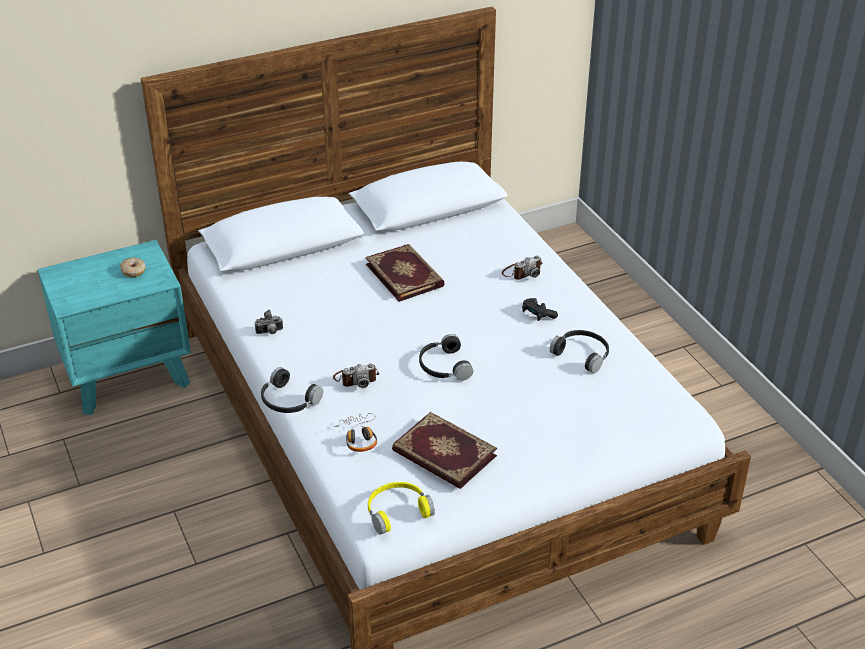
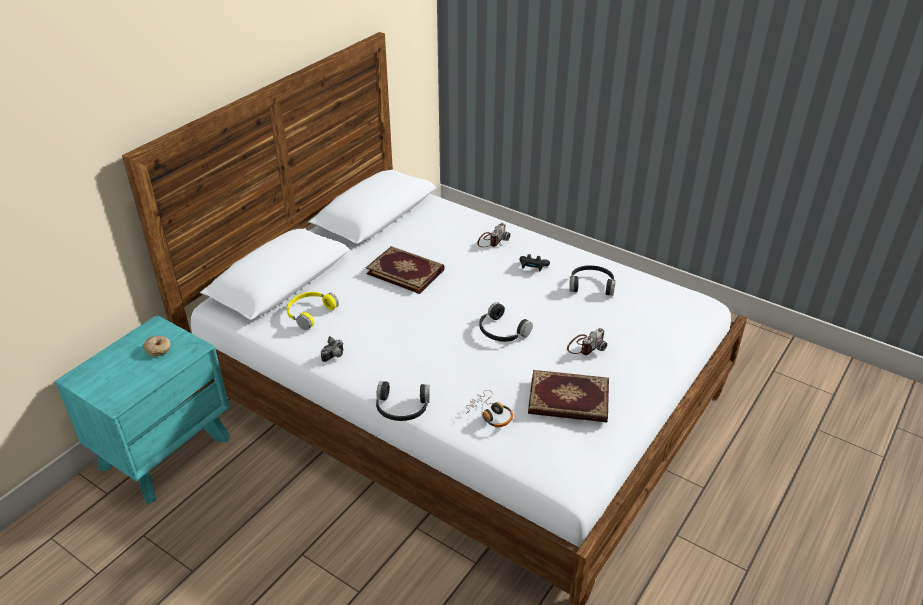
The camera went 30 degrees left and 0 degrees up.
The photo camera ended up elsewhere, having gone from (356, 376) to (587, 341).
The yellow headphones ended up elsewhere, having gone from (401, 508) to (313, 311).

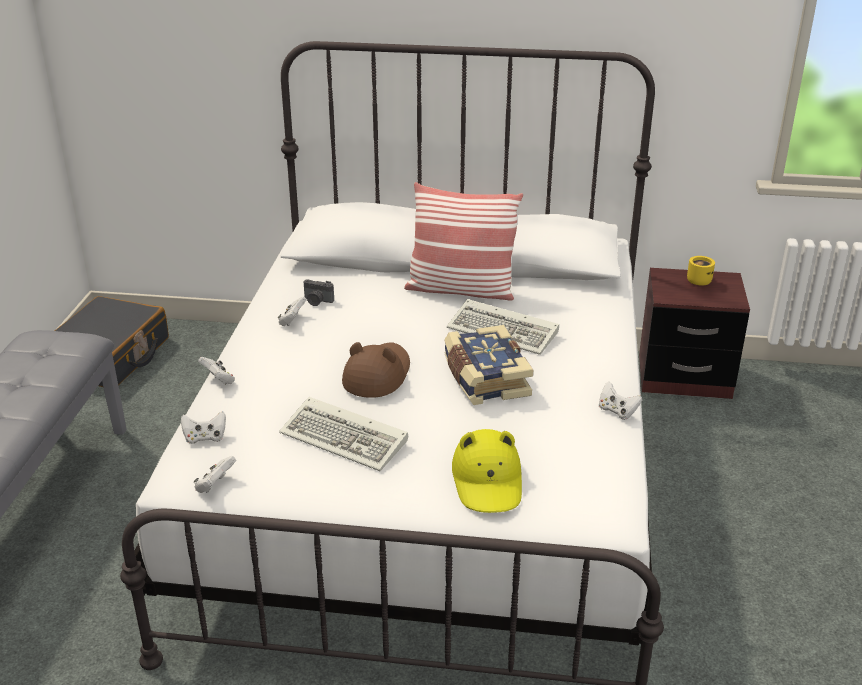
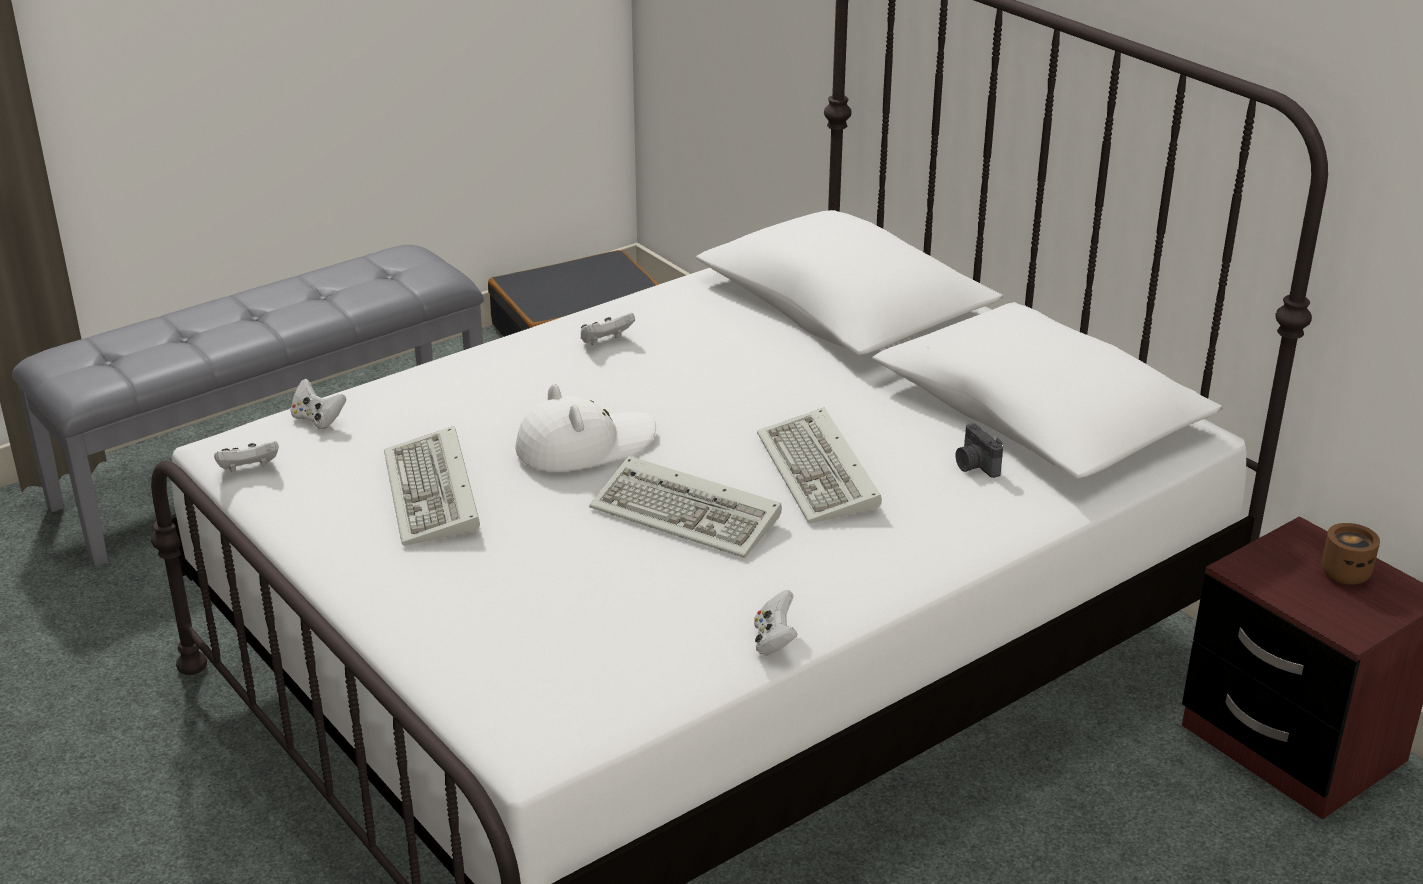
The camera went 45 degrees right and 0 degrees up.
The second view lost the white game controller at (216, 371).
The photo camera ended up elsewhere, having gone from (319, 292) to (979, 450).
What was the brown hat at (376, 370) turned into the white hat at (585, 428).
The second view lost the pillow at (463, 241).
Where the book stood at (488, 365), the keyboard came to stand at (685, 507).
The second view lost the yellow hat at (487, 471).
What was the yellow mug at (701, 271) turned into the brown mug at (1351, 554).

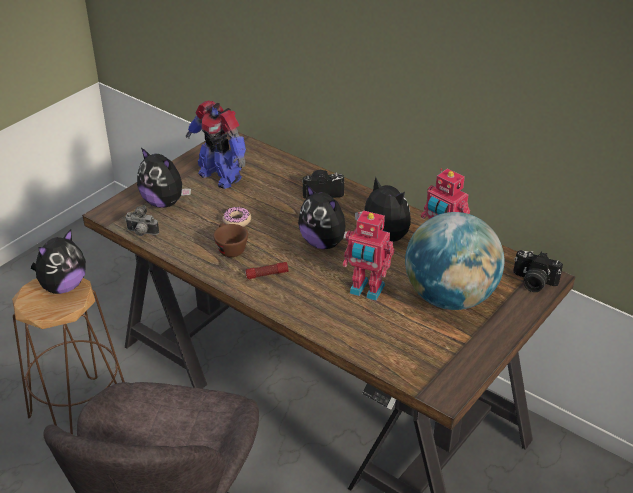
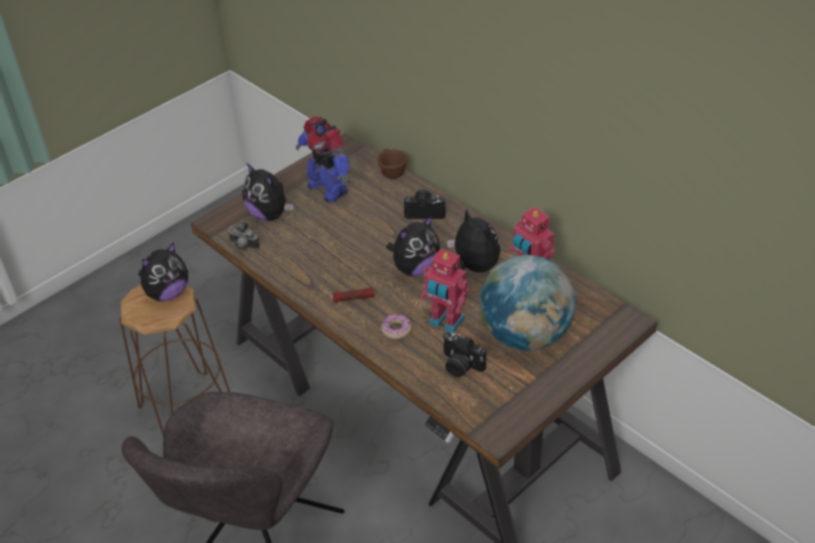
The camera went 10 degrees right and 5 degrees up.
The brown cup ended up elsewhere, having gone from (230, 240) to (392, 163).
The donut ended up elsewhere, having gone from (237, 217) to (396, 326).
The plush toy at (322, 217) ended up facing another way, 90 degrees counterclockwise from before.
The photo camera ended up elsewhere, having gone from (538, 271) to (464, 355).

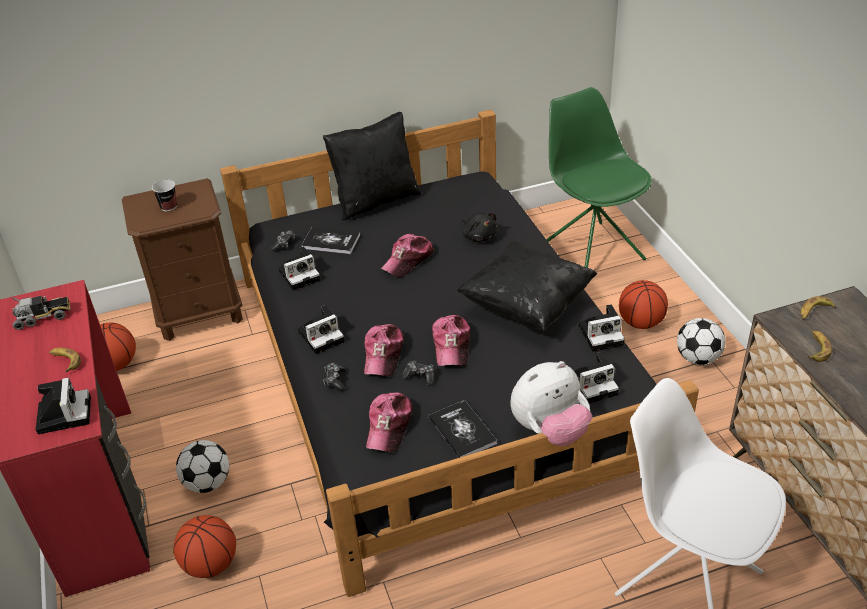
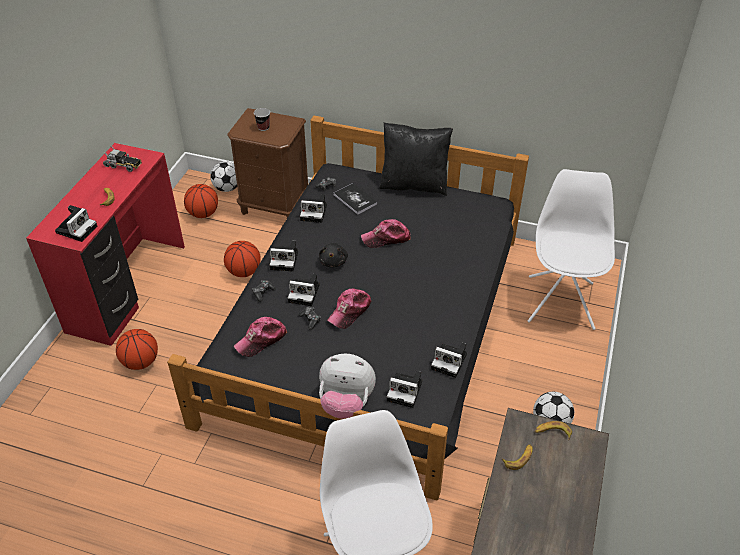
The camera went 35 degrees right and 5 degrees up.
The football ended up elsewhere, having gone from (202, 466) to (223, 176).
Where the cap stood at (384, 350), the photo camera came to stand at (303, 290).
The second view lost the book at (463, 429).
The second view lost the black pillow at (527, 286).
The black plush toy ended up elsewhere, having gone from (480, 227) to (333, 255).
What was the green chair at (599, 177) turned into the white chair at (571, 249).
The basketball ended up elsewhere, having gone from (643, 304) to (242, 259).

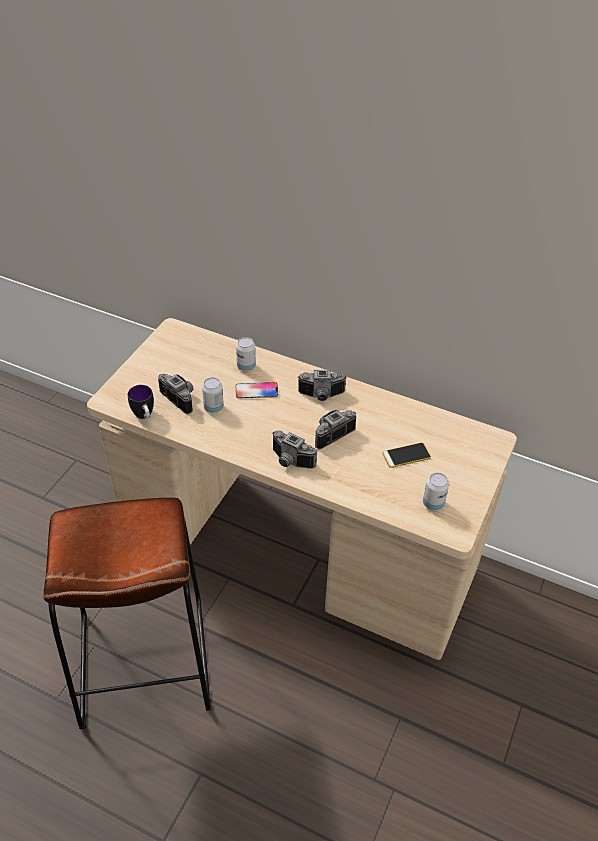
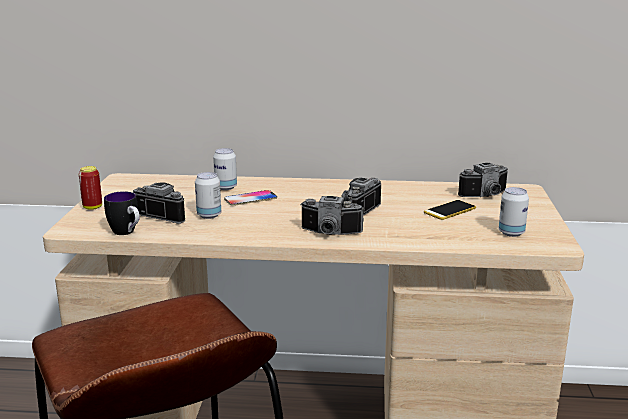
The camera went 20 degrees left and 25 degrees down.
The photo camera ended up elsewhere, having gone from (322, 385) to (483, 180).
The second view gained the can at (90, 188).

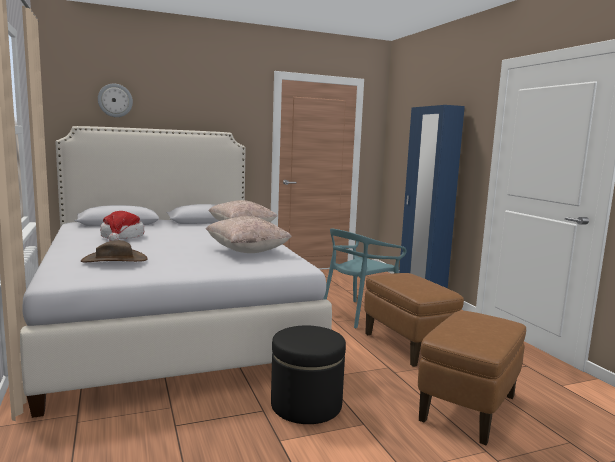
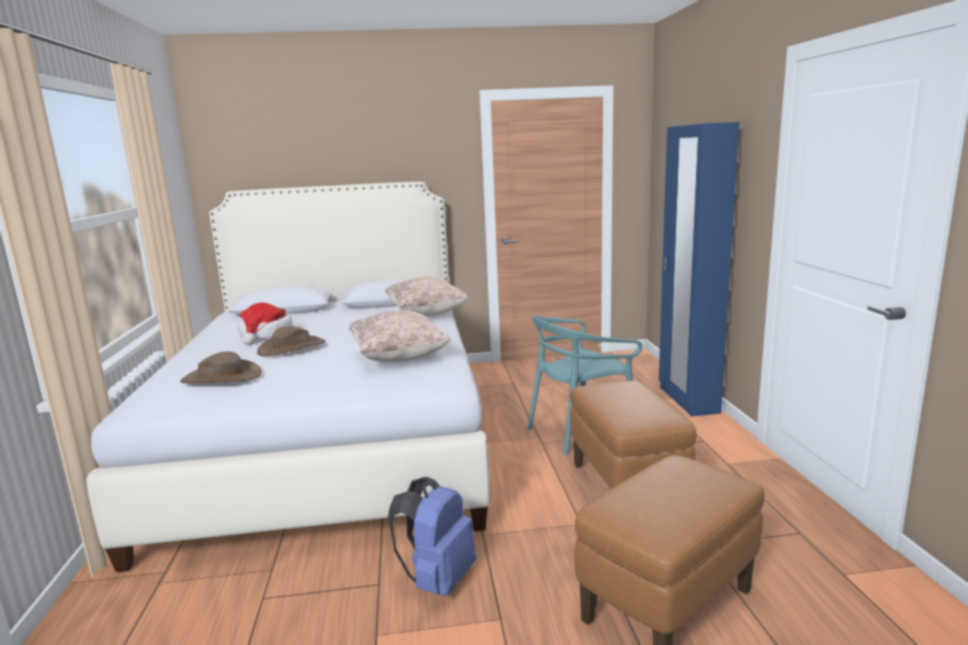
The camera went 15 degrees right and 5 degrees up.
The second view lost the wall clock at (115, 100).
Where the black ottoman stood at (308, 375), the blue backpack came to stand at (432, 536).
The second view gained the brown hat at (291, 341).

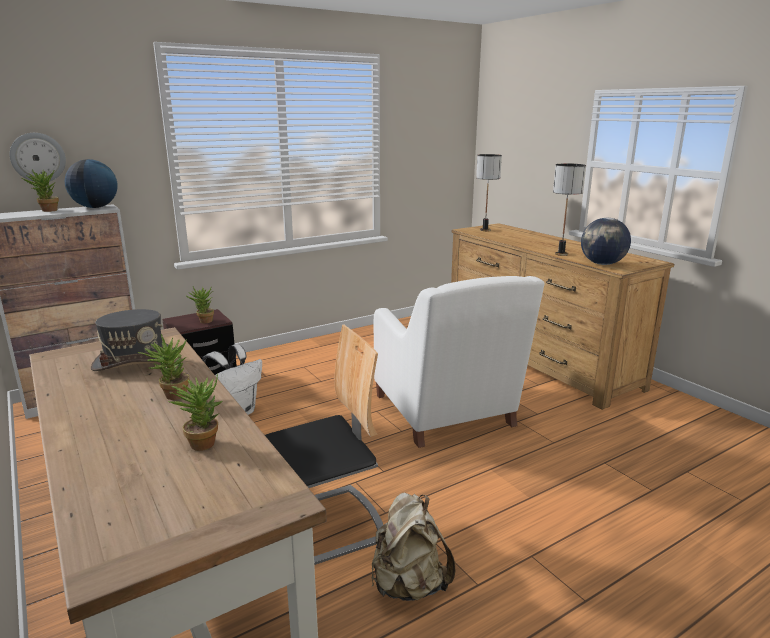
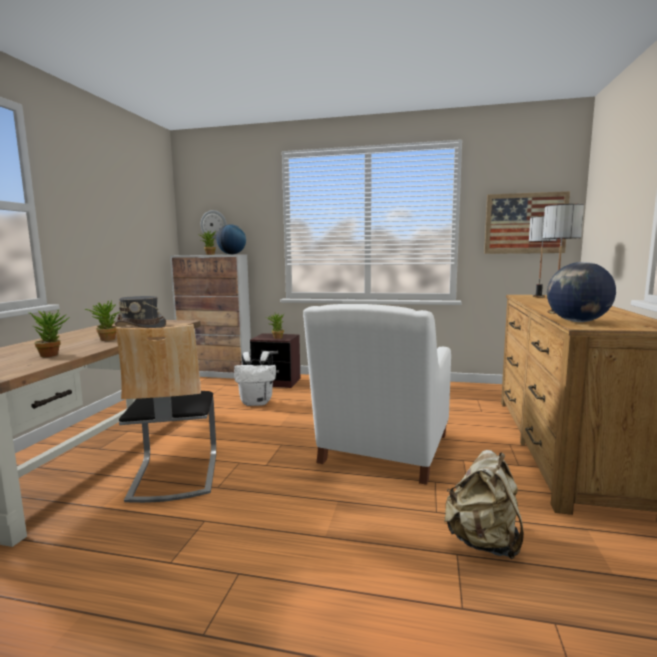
The camera went 45 degrees right and 10 degrees down.
The chair at (324, 445) ended up facing another way, 60 degrees clockwise from before.
The beige backpack ended up elsewhere, having gone from (413, 546) to (484, 504).
The second view gained the picture at (527, 222).

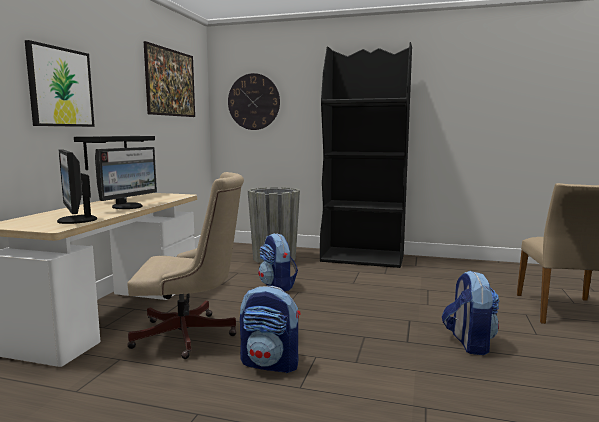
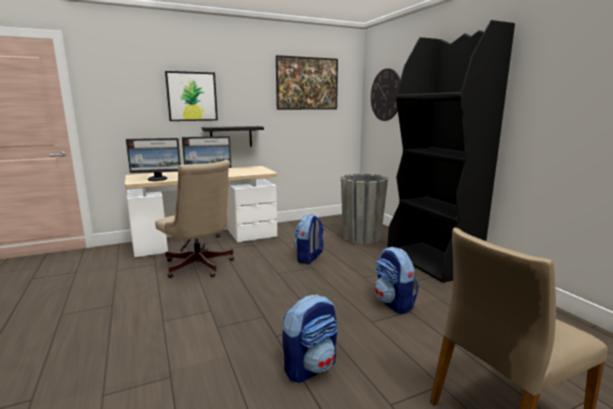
The camera went 50 degrees right and 5 degrees up.
The monitor at (77, 187) ended up facing another way, 120 degrees counterclockwise from before.
The backpack ended up elsewhere, having gone from (270, 329) to (397, 280).

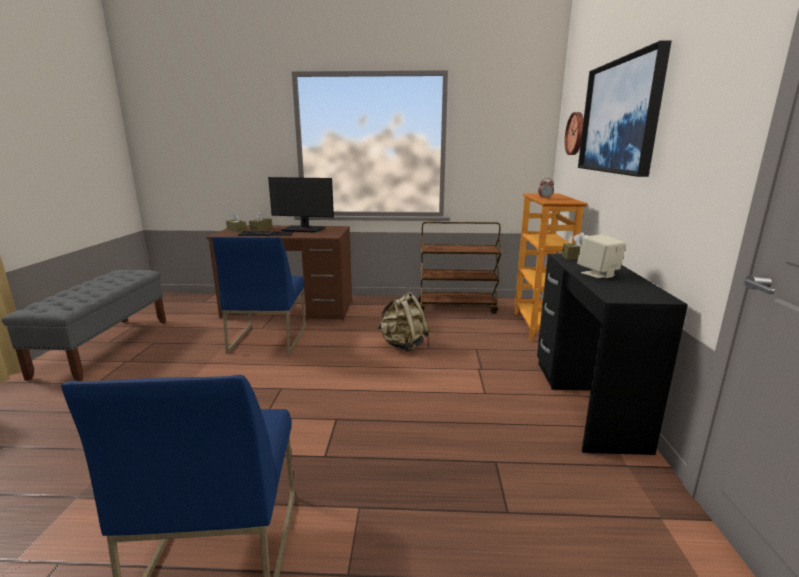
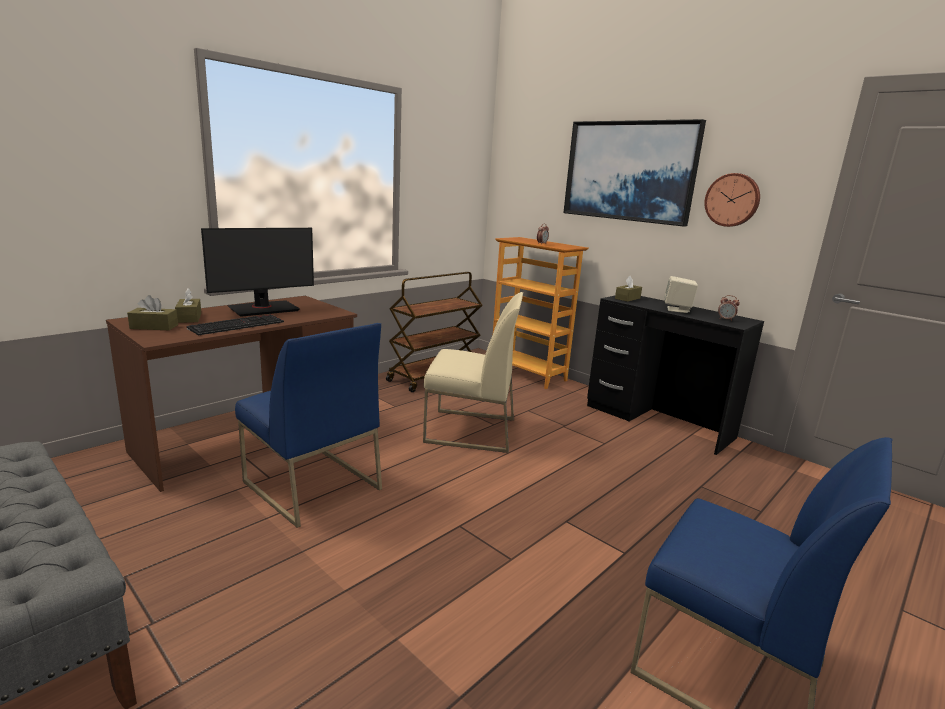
The camera went 50 degrees left and 0 degrees up.
Where the beige backpack stood at (404, 322), the beige chair came to stand at (473, 372).
The wall clock ended up elsewhere, having gone from (574, 133) to (732, 200).
The second view gained the alarm clock at (729, 308).

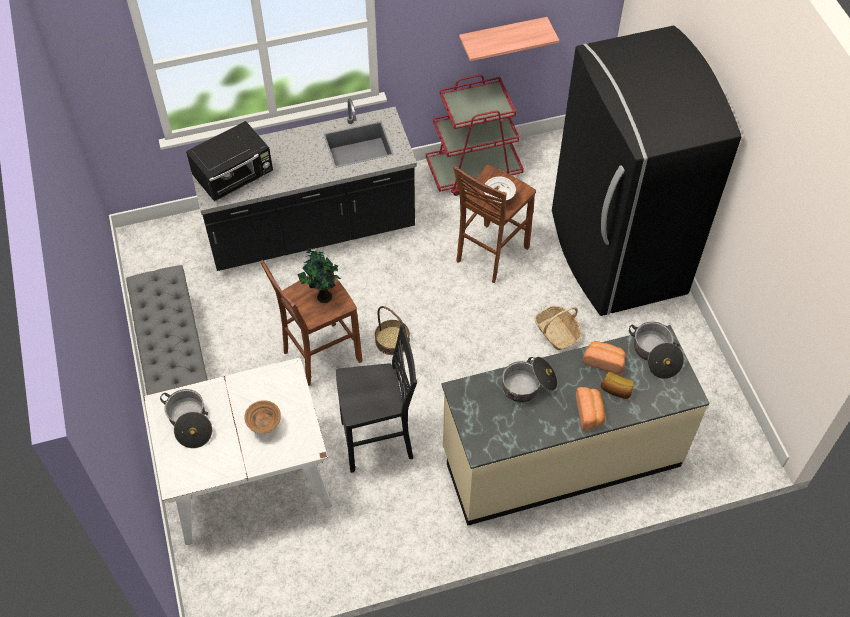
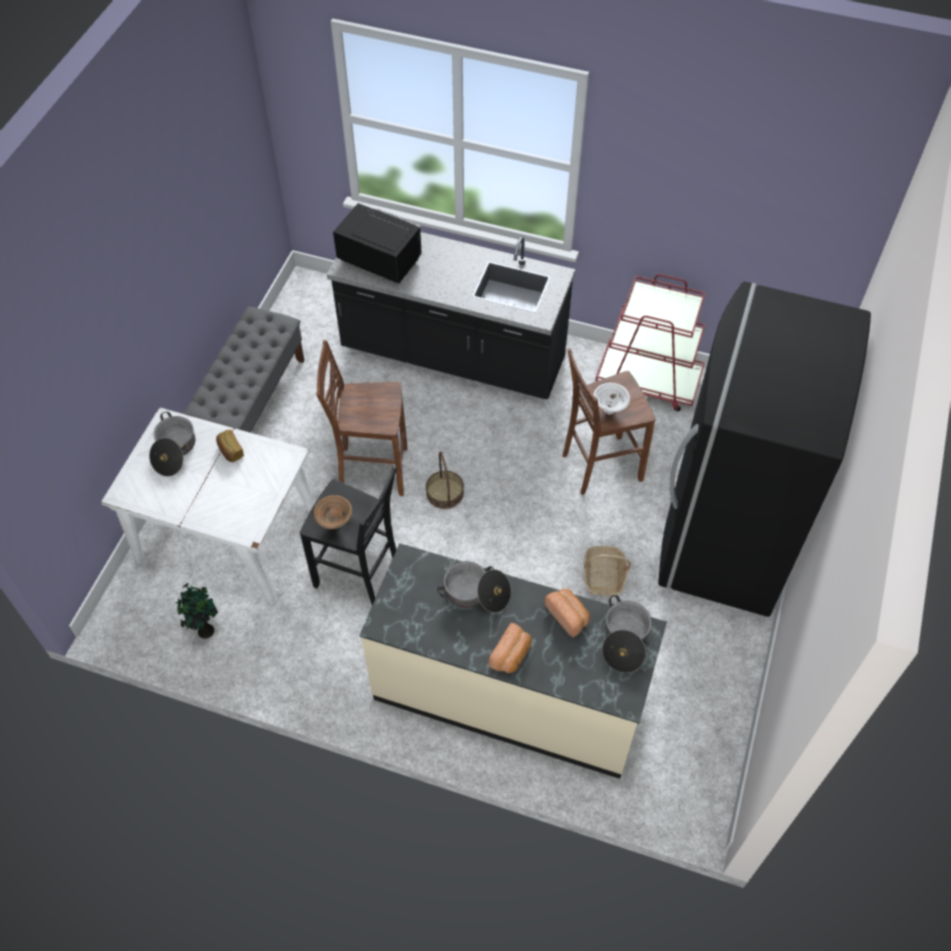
The camera went 35 degrees right and 0 degrees up.
The black microwave at (229, 161) ended up facing another way, 150 degrees counterclockwise from before.
The brown bowl ended up elsewhere, having gone from (262, 417) to (333, 512).
The potted plant ended up elsewhere, having gone from (319, 275) to (197, 610).
The second view lost the shelf at (509, 39).
The bread ended up elsewhere, having gone from (617, 385) to (230, 446).

